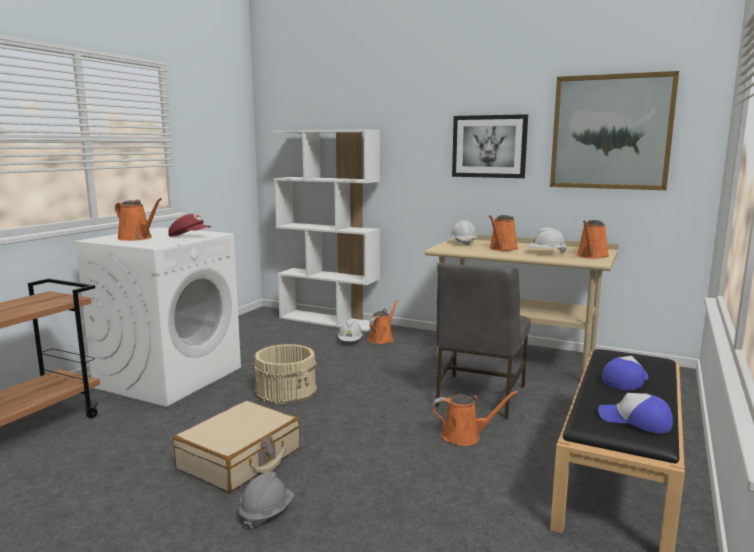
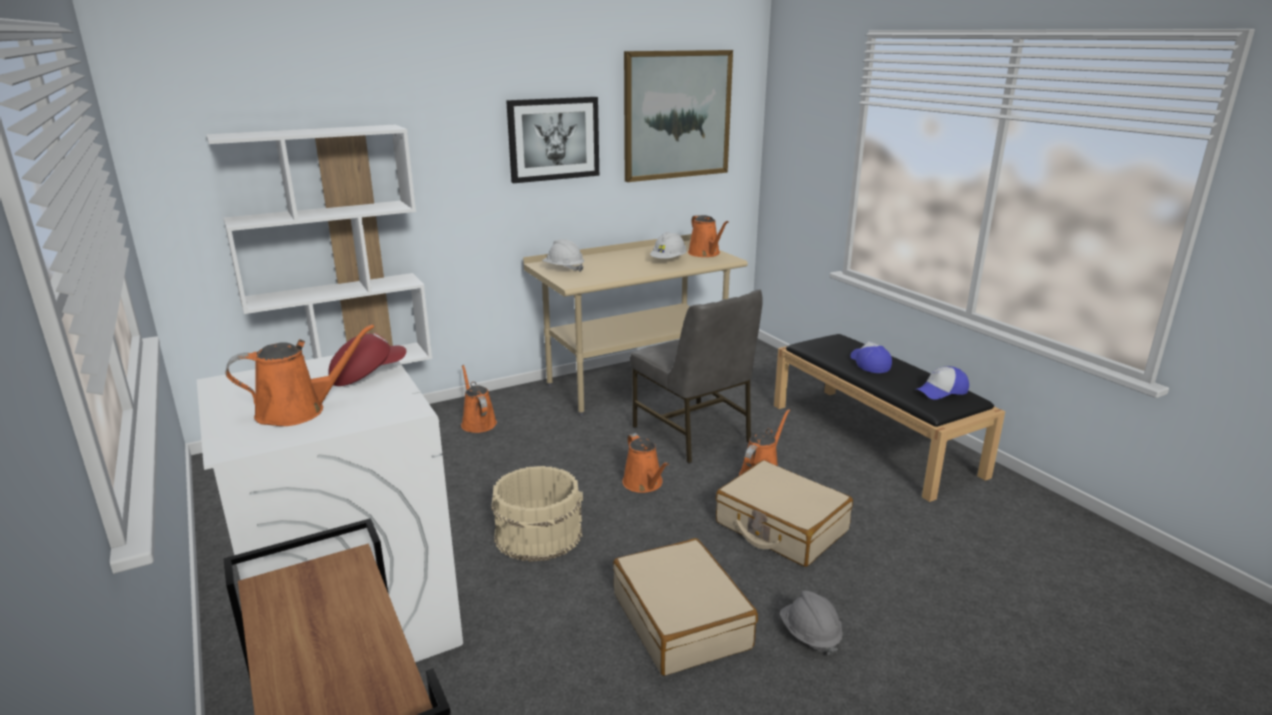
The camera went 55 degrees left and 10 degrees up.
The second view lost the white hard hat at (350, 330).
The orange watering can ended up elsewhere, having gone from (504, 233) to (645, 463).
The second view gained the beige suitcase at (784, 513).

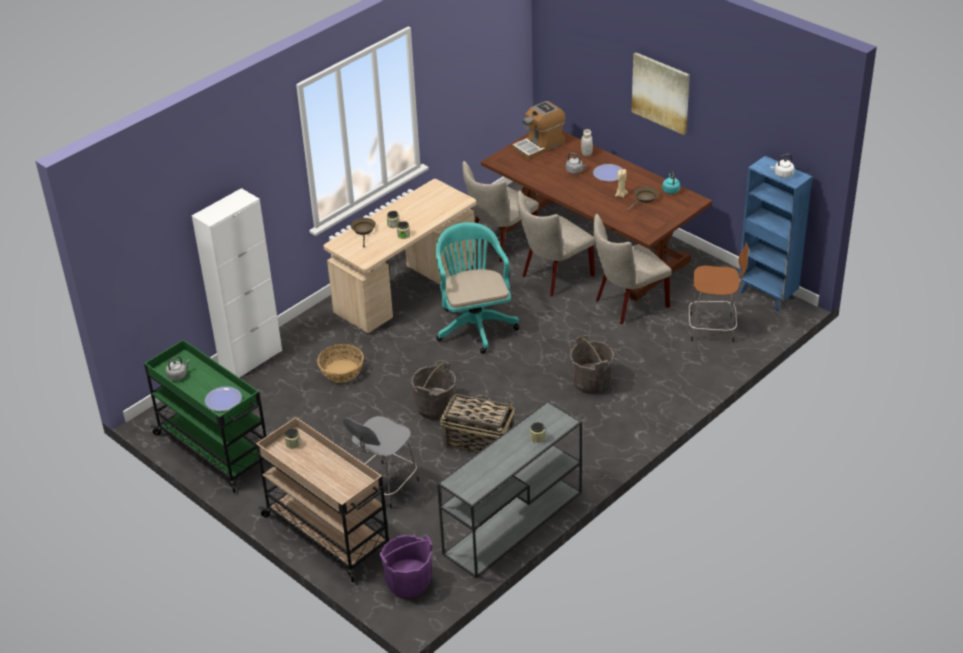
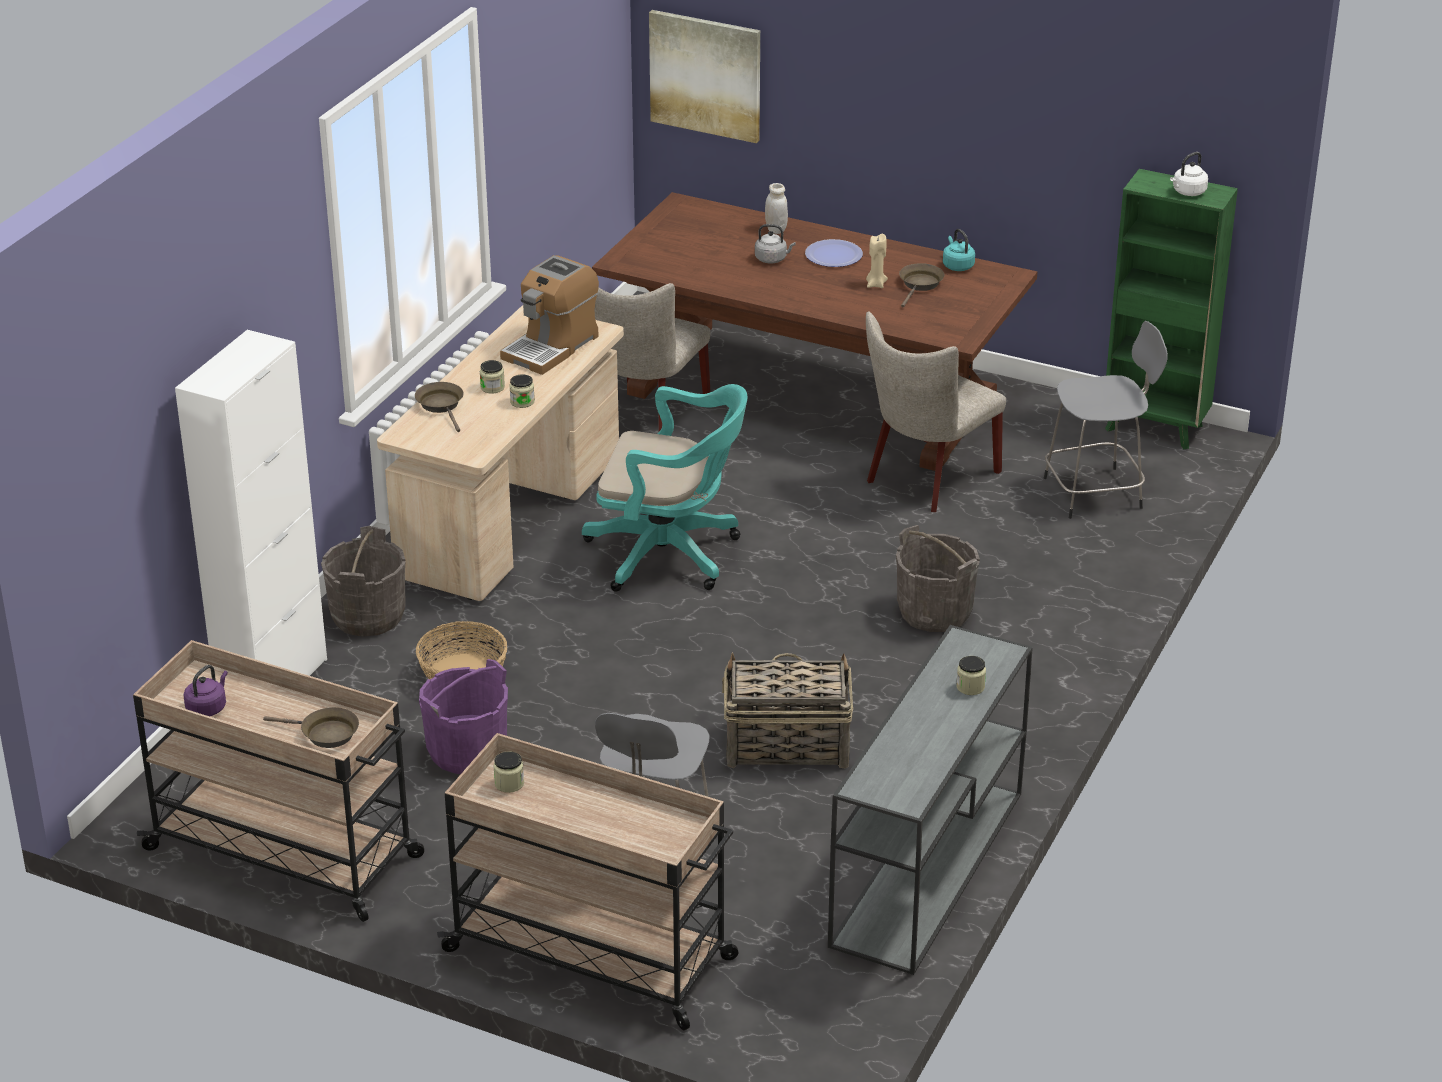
The camera went 20 degrees left and 5 degrees down.
What was the green cart at (205, 416) turned into the beige cart at (278, 781).
What was the grey kettle at (178, 368) turned into the purple kettle at (205, 690).
Where the plate stood at (223, 398), the brown frying pan came to stand at (311, 727).
The purple bucket ended up elsewhere, having gone from (406, 566) to (463, 716).
The grey bucket ended up elsewhere, having gone from (433, 390) to (363, 581).
The turquoise office chair at (477, 288) ended up facing another way, 135 degrees clockwise from before.
The coffee machine ended up elsewhere, having gone from (538, 130) to (549, 315).
The second view lost the beige chair at (556, 243).
The picture ended up elsewhere, having gone from (661, 93) to (704, 76).
What was the brown stool at (719, 292) turned into the grey stool at (1106, 420).
What was the blue bookcase at (776, 233) turned into the green bookcase at (1171, 309).

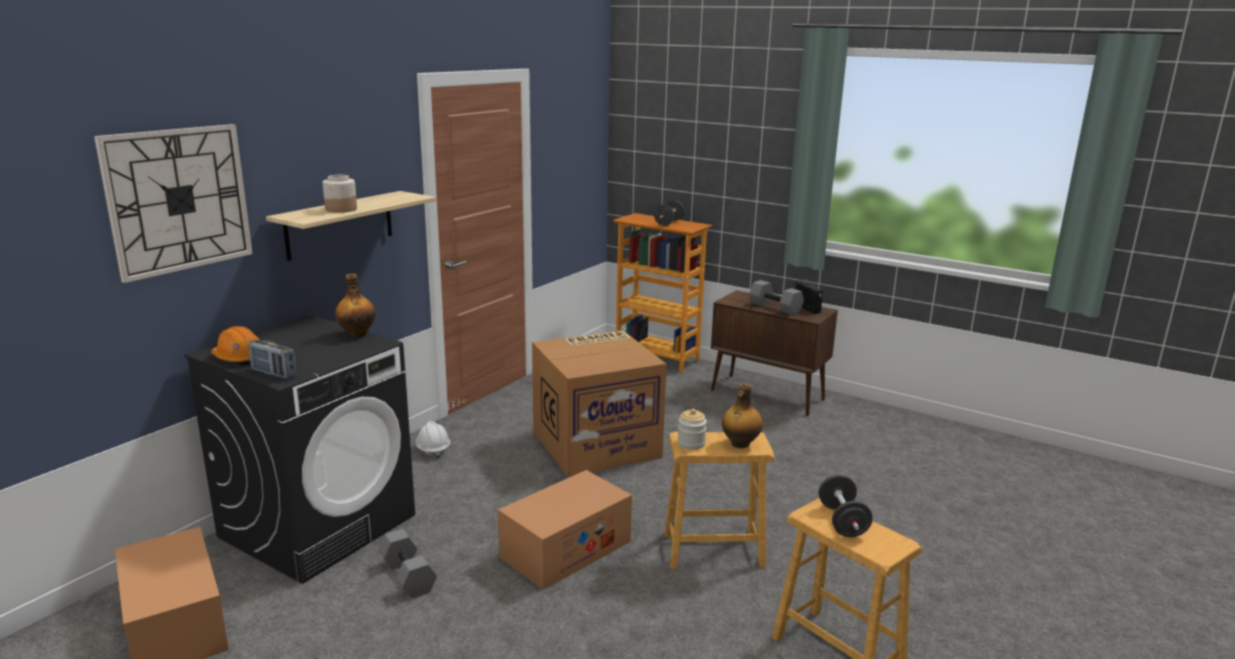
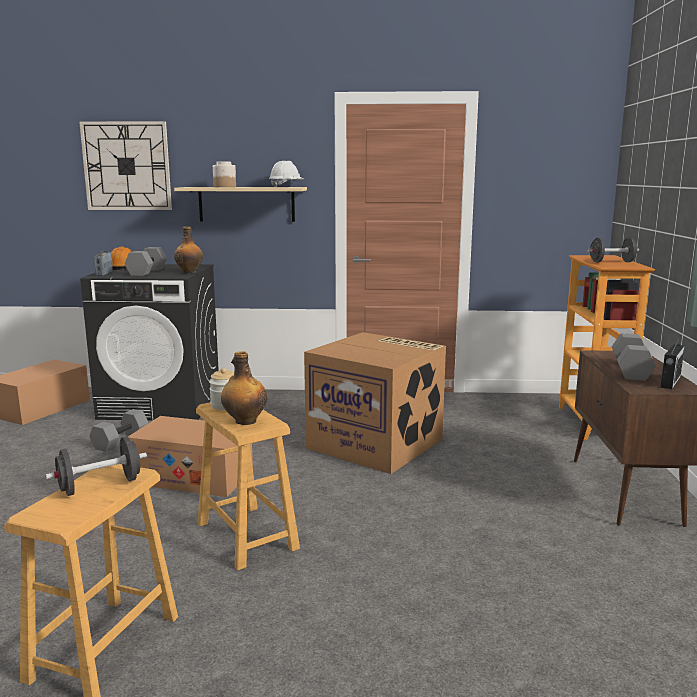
The camera went 60 degrees right and 5 degrees down.
The white hard hat ended up elsewhere, having gone from (433, 440) to (286, 174).
The second view gained the grey dumbbell at (146, 261).

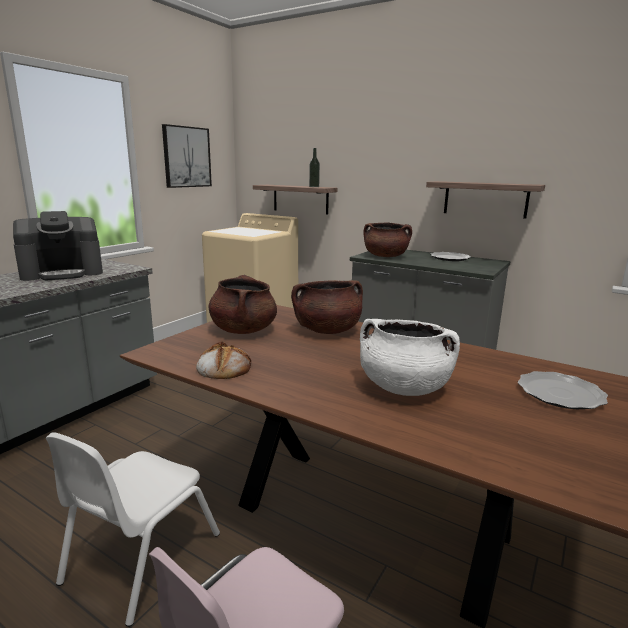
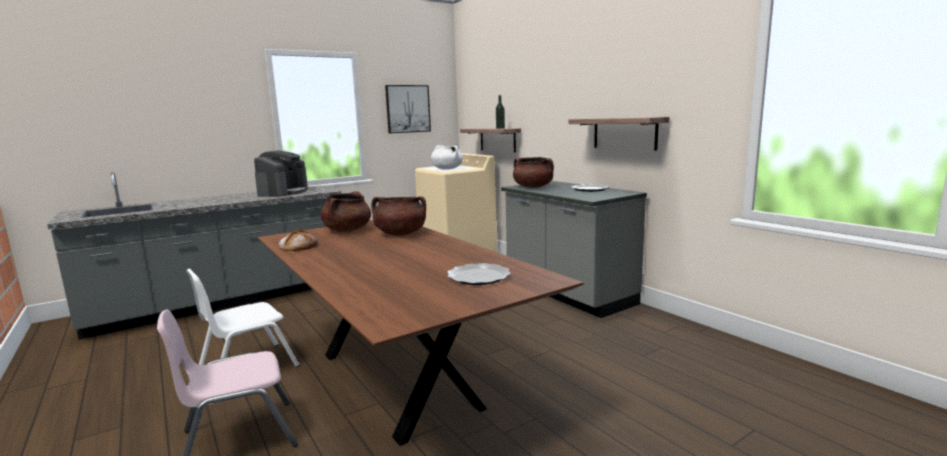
The camera went 25 degrees right and 5 degrees down.
The coffee machine at (58, 246) ended up facing another way, 75 degrees counterclockwise from before.
The white cooking pot ended up elsewhere, having gone from (410, 357) to (447, 157).

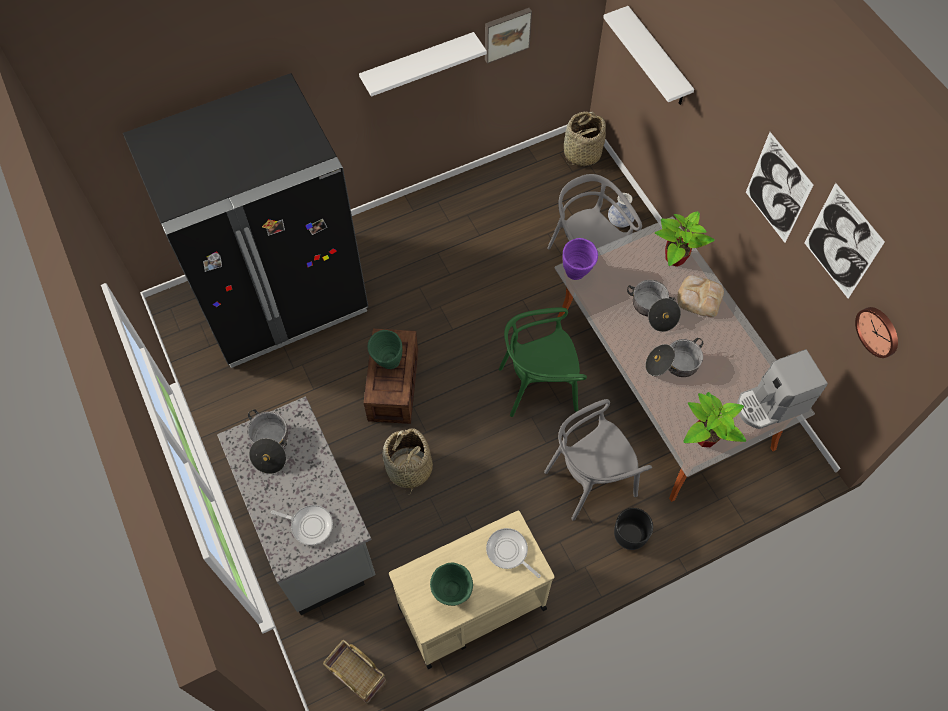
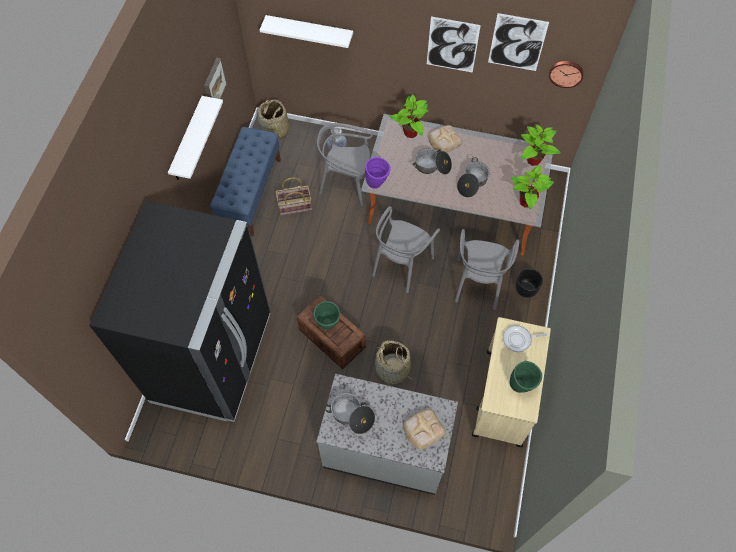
The camera went 50 degrees left and 0 degrees up.
Where the frying pan stood at (302, 525), the bread came to stand at (424, 429).
The basket ended up elsewhere, having gone from (354, 671) to (294, 196).
What was the green chair at (543, 362) turned into the grey chair at (406, 249).
Where the coffee machine stood at (782, 389), the potted plant came to stand at (541, 145).
The second view gained the blue bench at (245, 181).

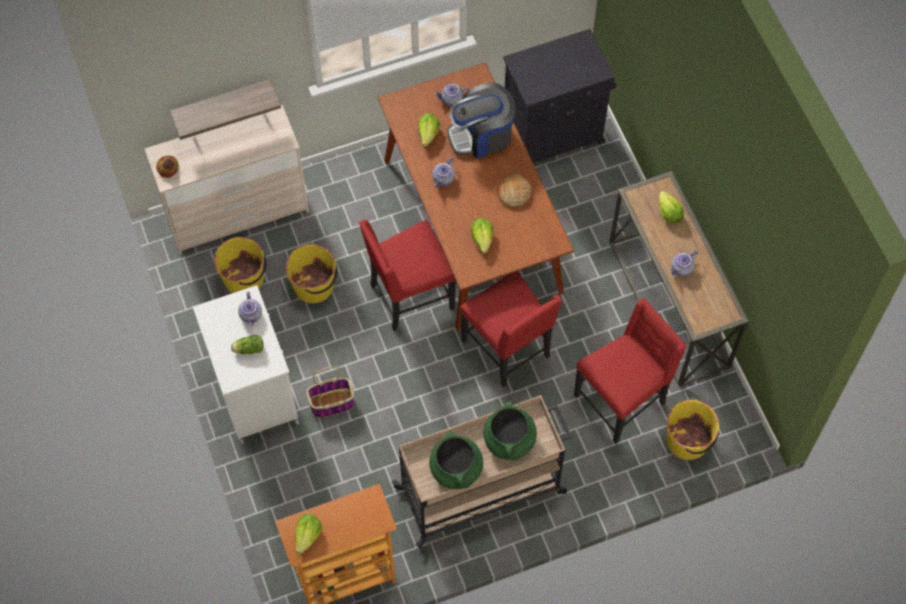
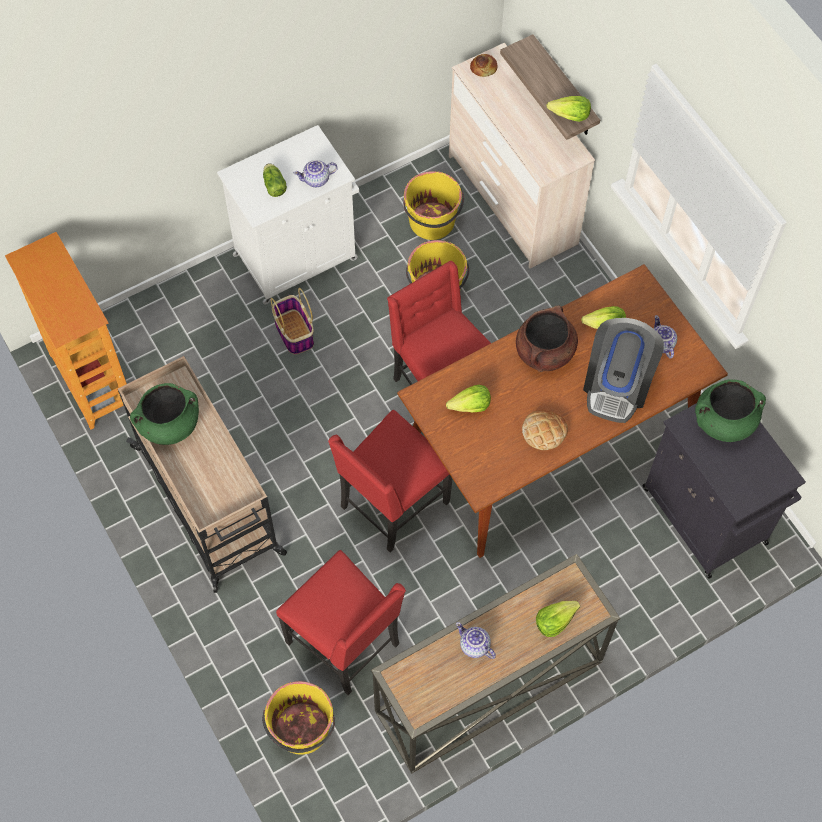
The camera went 80 degrees right and 0 degrees up.
The lettuce ended up elsewhere, having gone from (309, 534) to (569, 109).
Where the teapot stood at (444, 172), the brown cooking pot came to stand at (547, 339).
The coffee machine at (481, 120) ended up facing another way, 135 degrees counterclockwise from before.
The green cooking pot ended up elsewhere, having gone from (510, 430) to (730, 411).

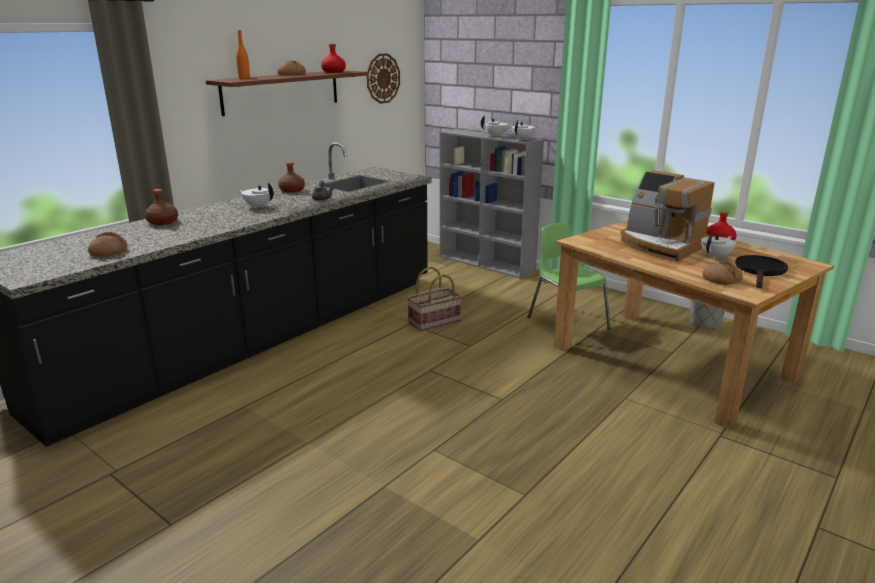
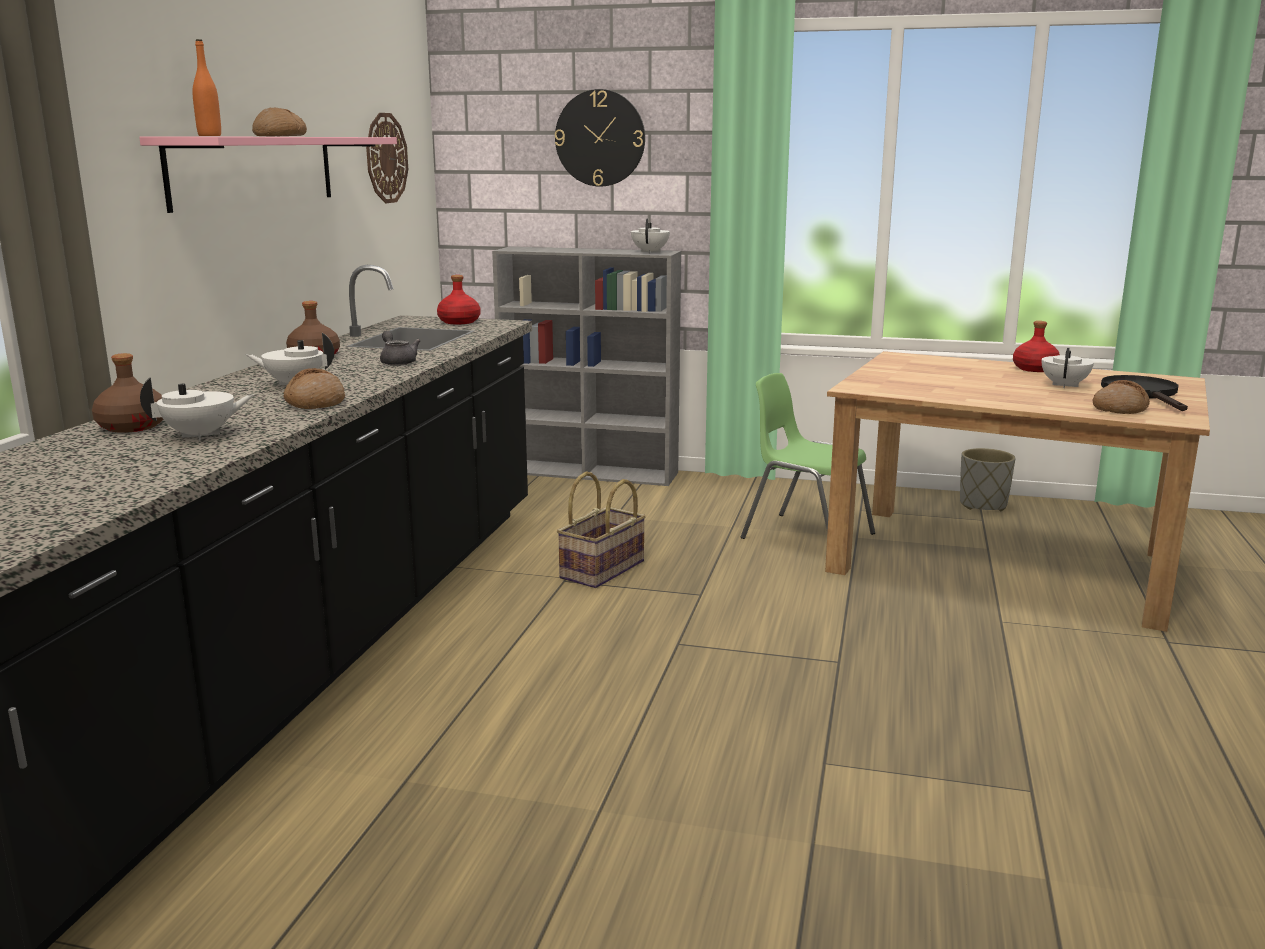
The camera went 25 degrees left and 5 degrees down.
The bread ended up elsewhere, having gone from (107, 244) to (314, 388).
What was the brown shelf at (287, 93) turned into the pink shelf at (268, 174).
The red bottle ended up elsewhere, having gone from (333, 58) to (458, 299).
The white teapot ended up elsewhere, having gone from (497, 126) to (197, 409).
The second view lost the coffee machine at (667, 216).
The second view gained the wall clock at (600, 138).

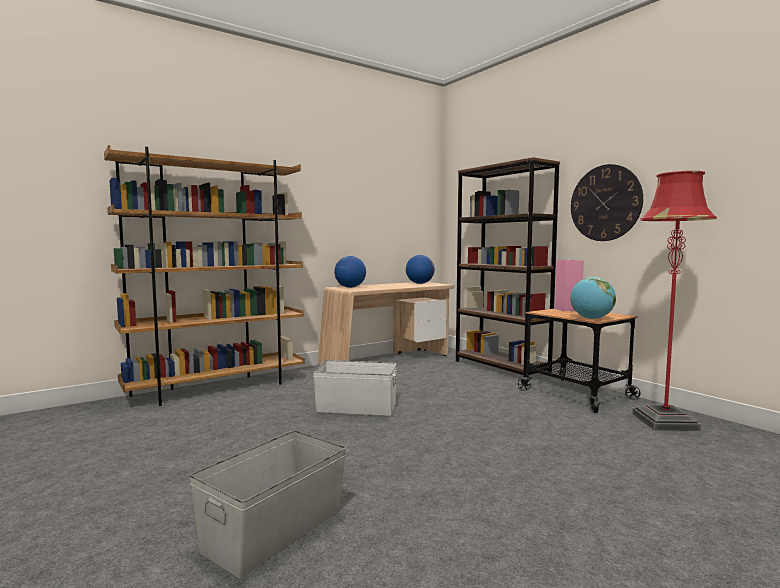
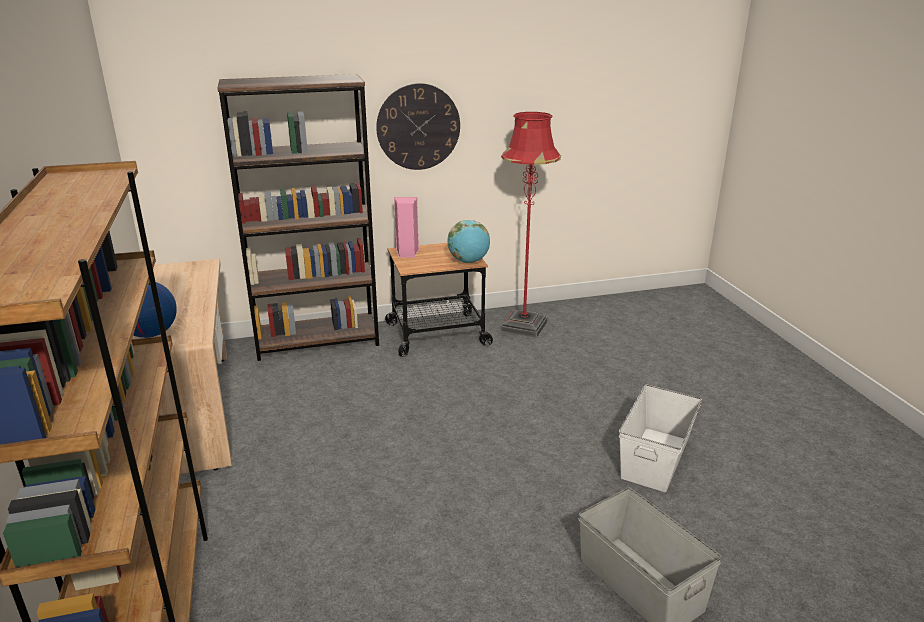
The camera went 70 degrees left and 20 degrees up.
The white storage box ended up elsewhere, having gone from (355, 388) to (660, 438).
The second view lost the globe at (420, 269).

